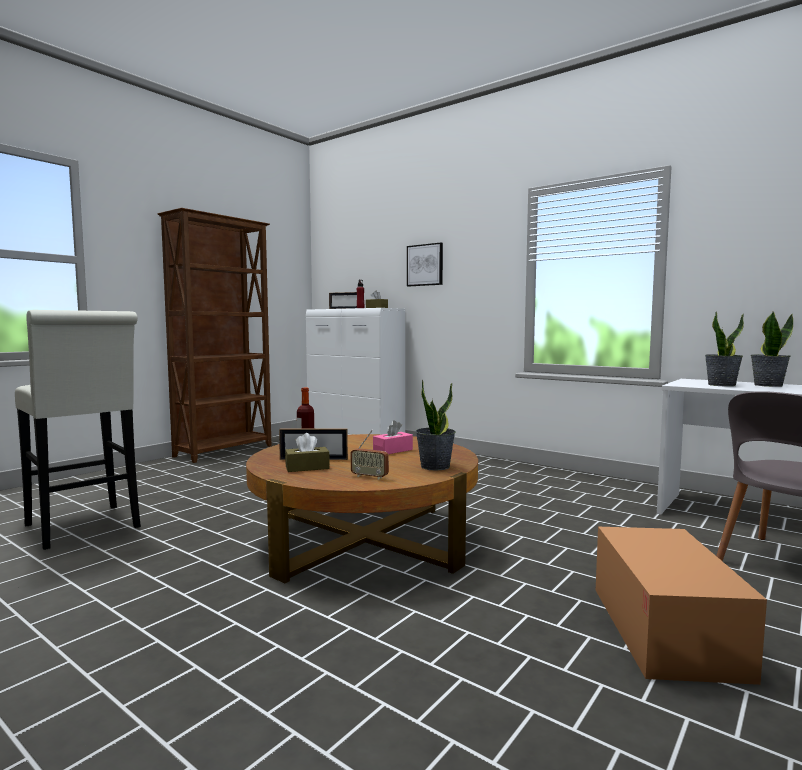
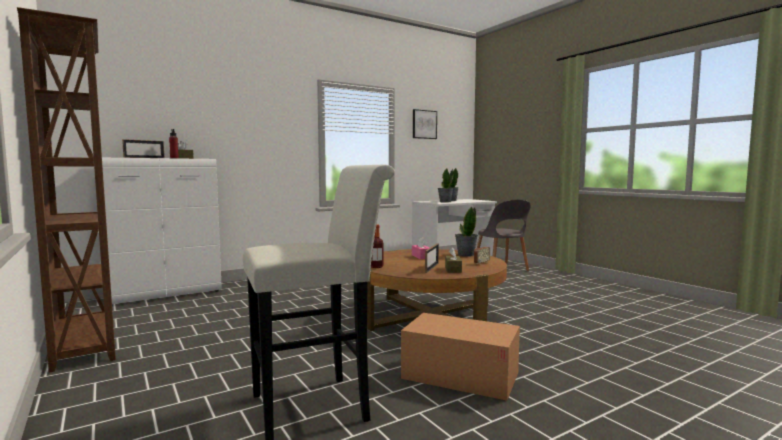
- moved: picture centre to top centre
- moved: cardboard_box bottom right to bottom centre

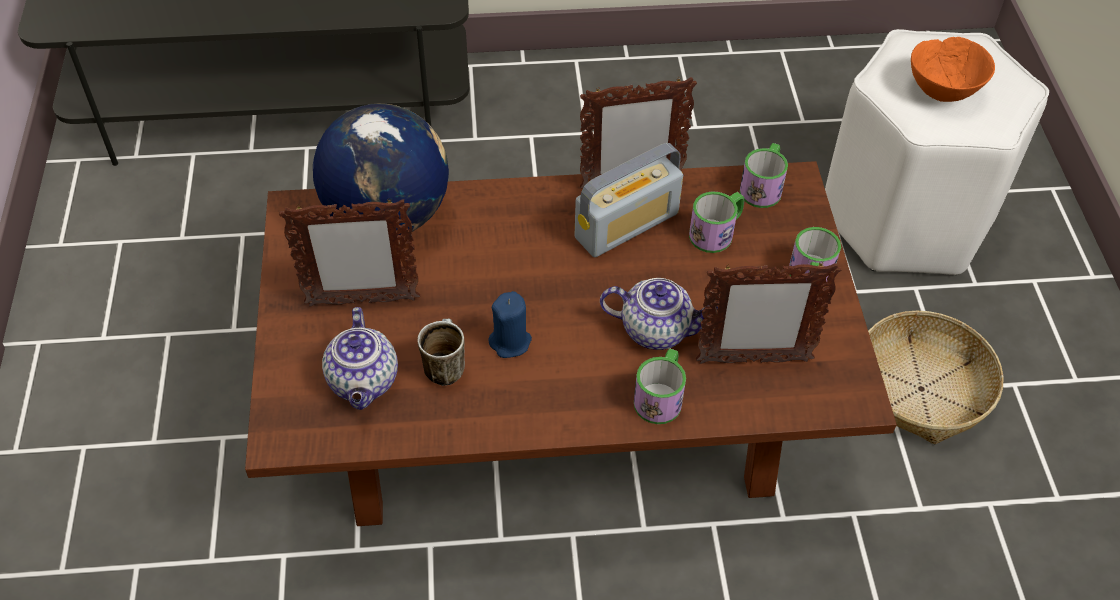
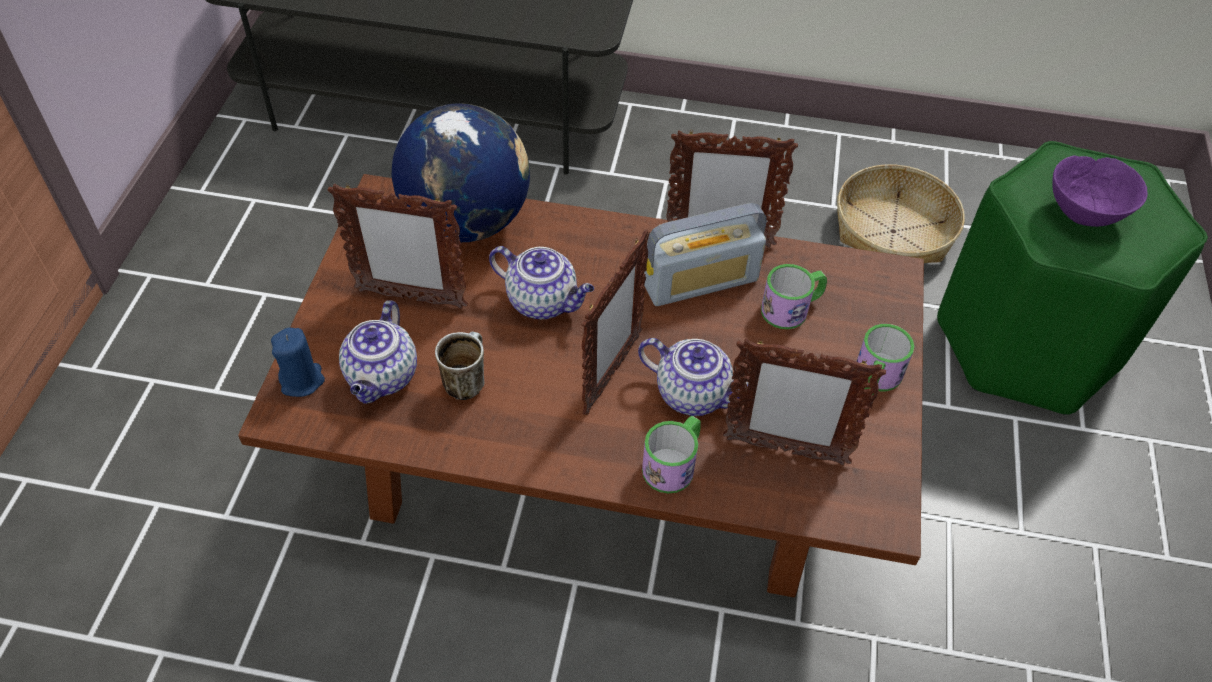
- removed: mug (4th from left) top right
- added: teapot (2nd from left) centre
- added: picture_frame (2nd from left) centre
- moved: blue_candle centre to middle left
- moved: basket middle right to top right
- recoloured: white_stool top right to green_stool middle right
- recoloured: orange_bowl top right to purple_bowl top right

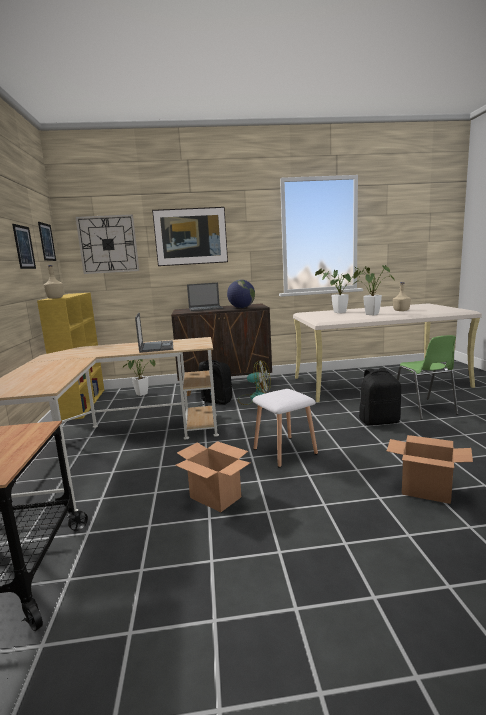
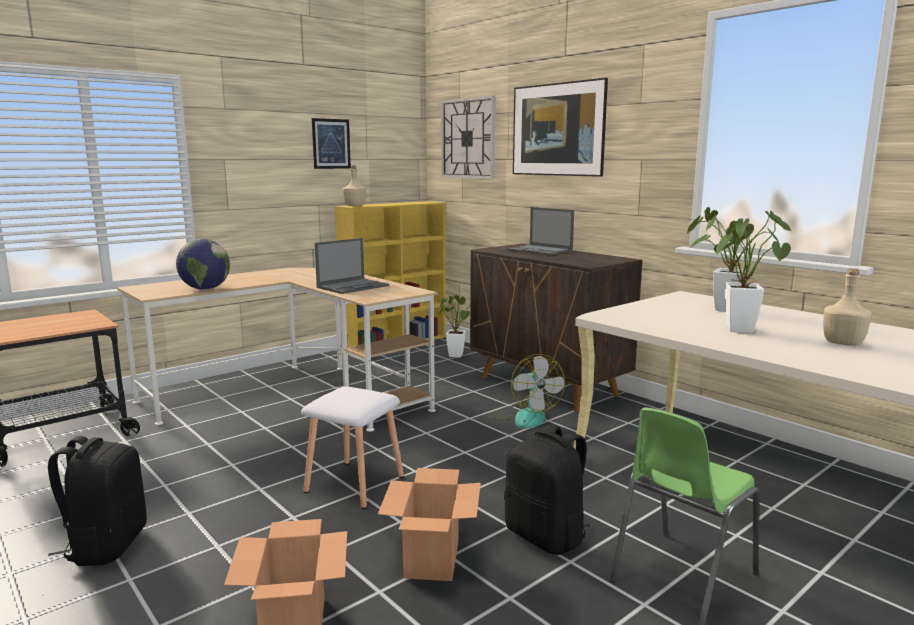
- removed: picture (2nd from left) middle left
- moved: cardboard_box (1st from left in the first image) centre to cardboard_box (2nd from left) bottom centre
- moved: black_backpack (1st from left) centre to bottom left
- moved: globe centre to middle left

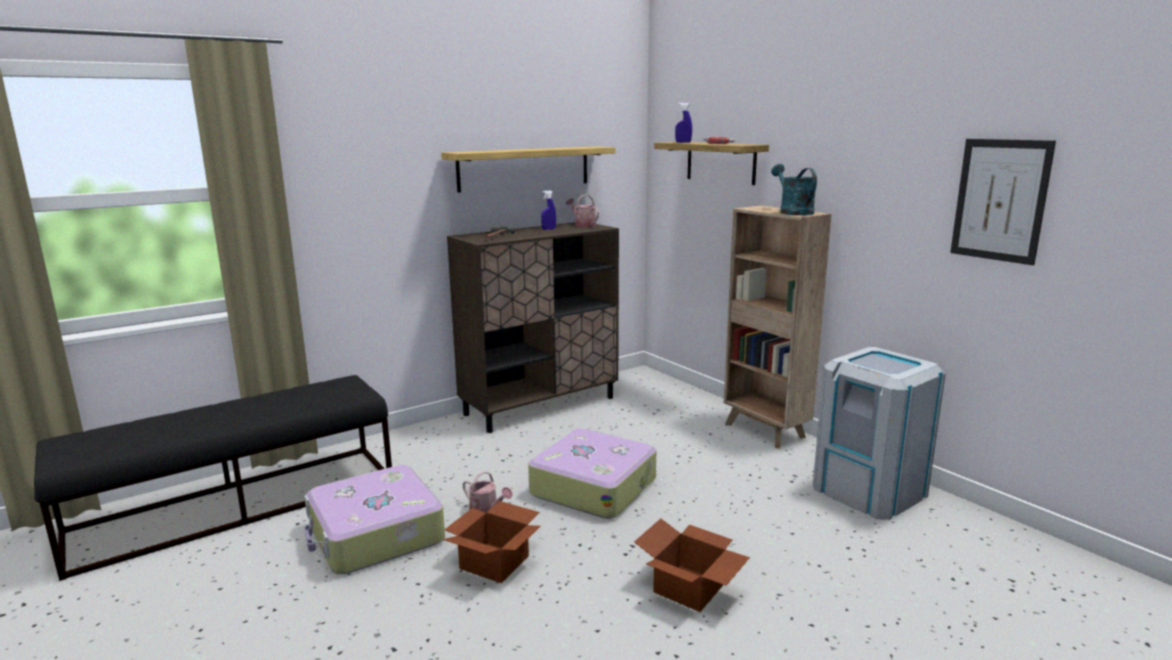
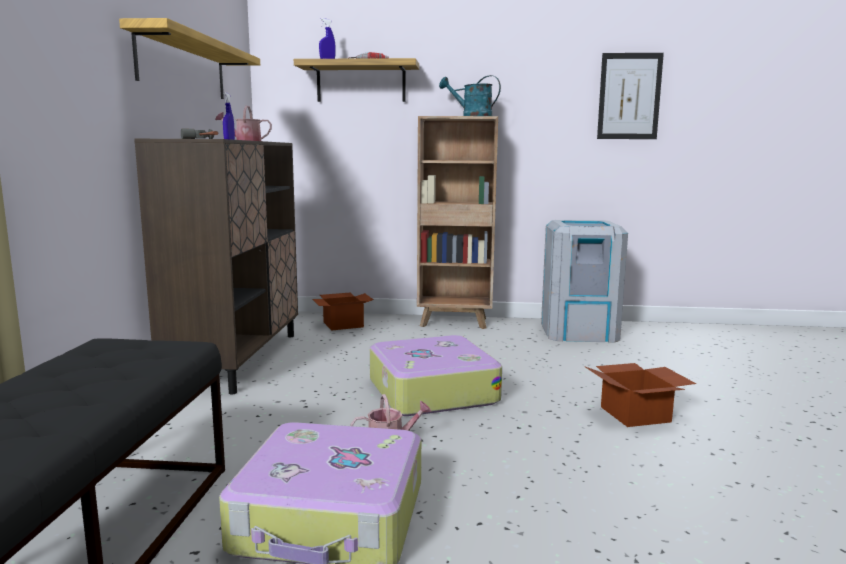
- moved: cardboard_box (1st from left) bottom centre to centre

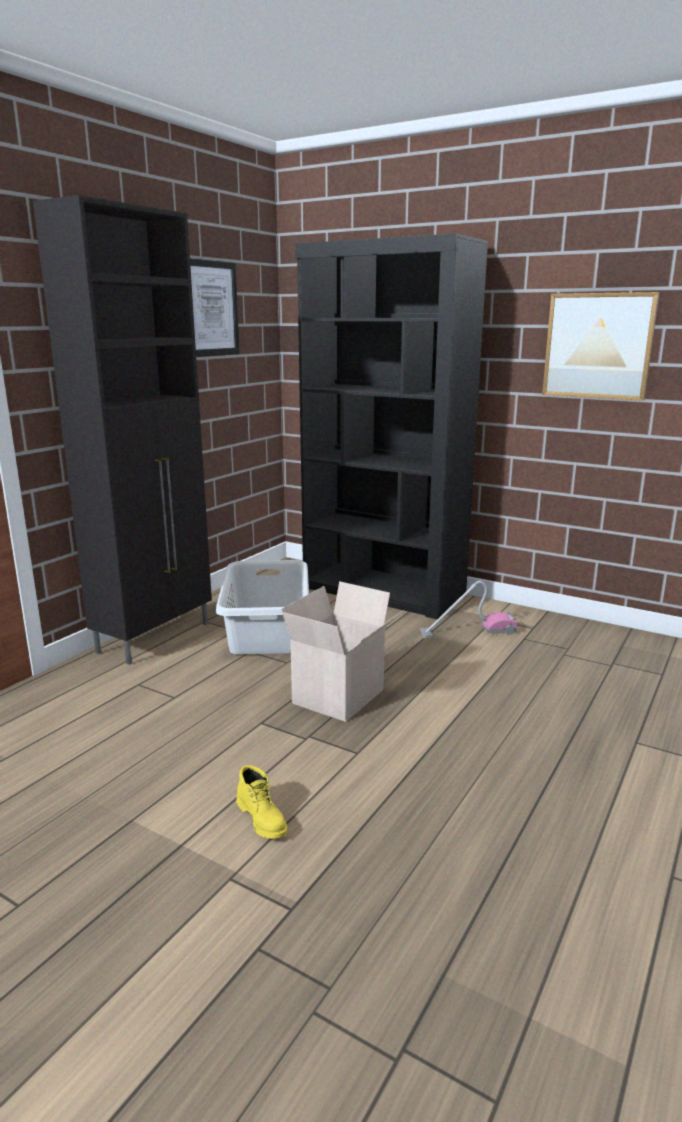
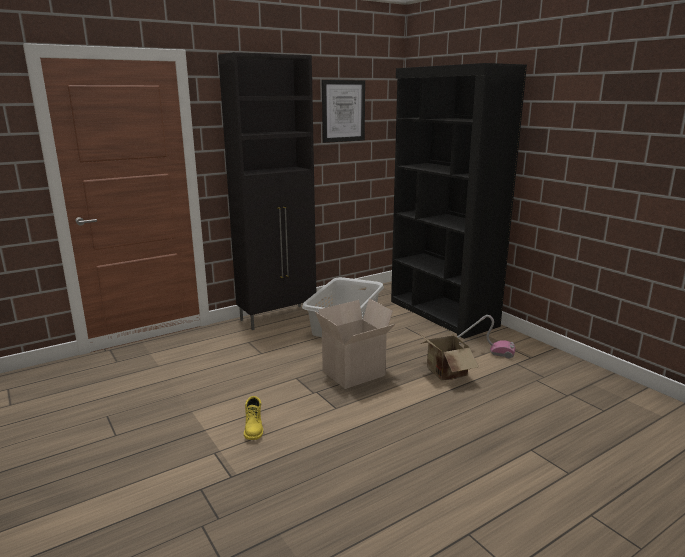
- removed: picture (2nd from left) top right
- added: cardboard_box (2nd from left) centre

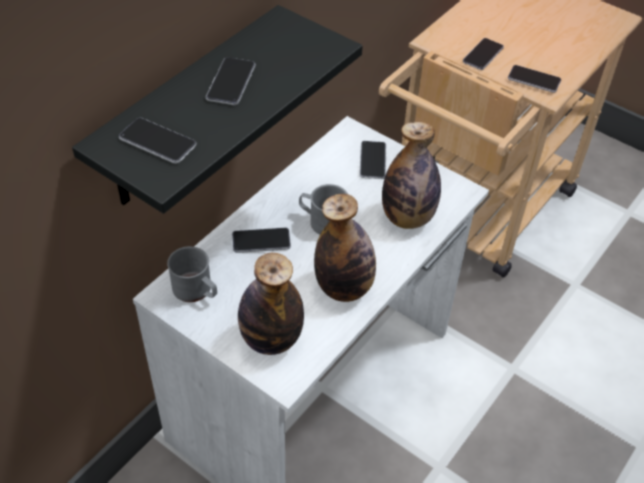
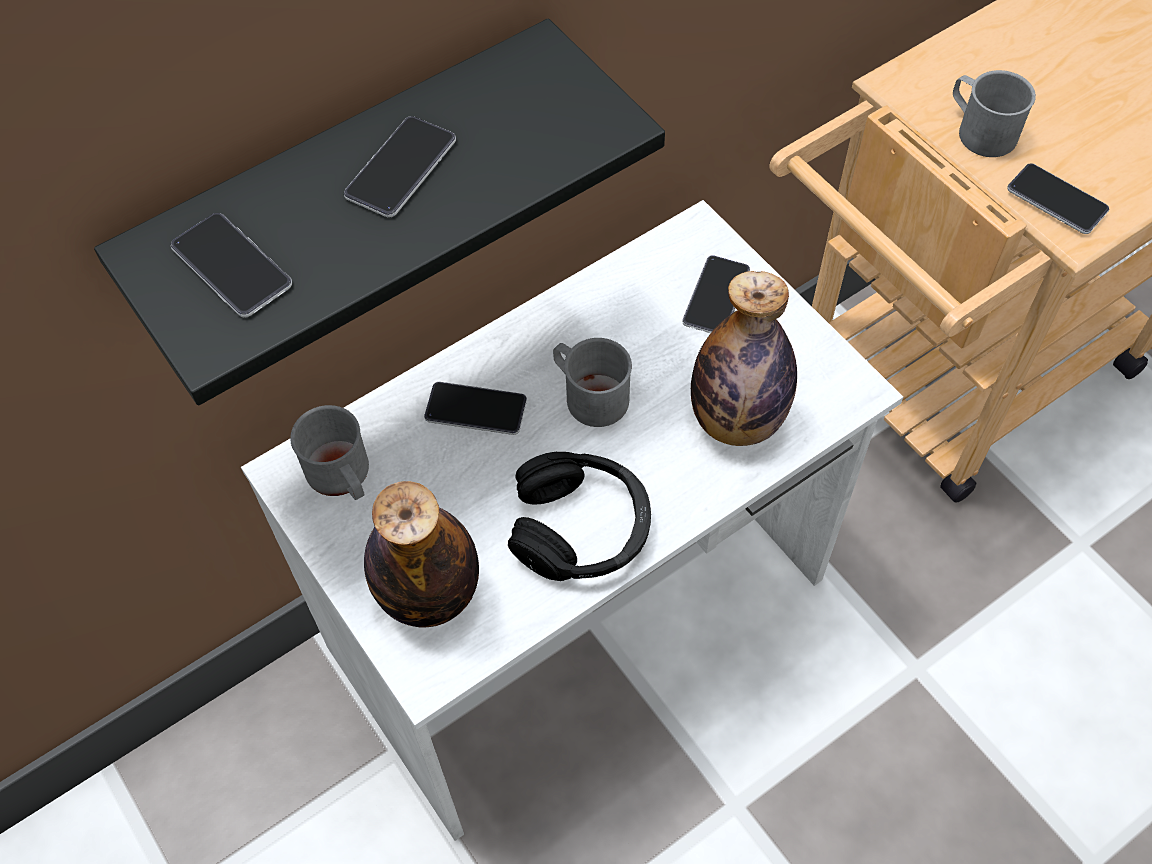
- replaced: bottle (2nd from left) centre to black_headphones centre
- replaced: phone (5th from left) top right to grey_mug (3rd from left) top right

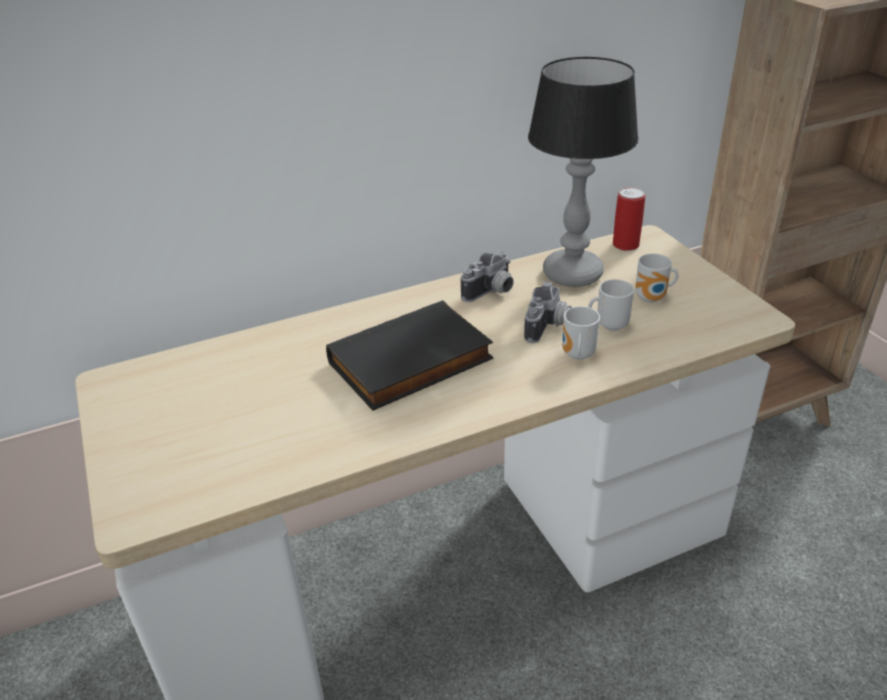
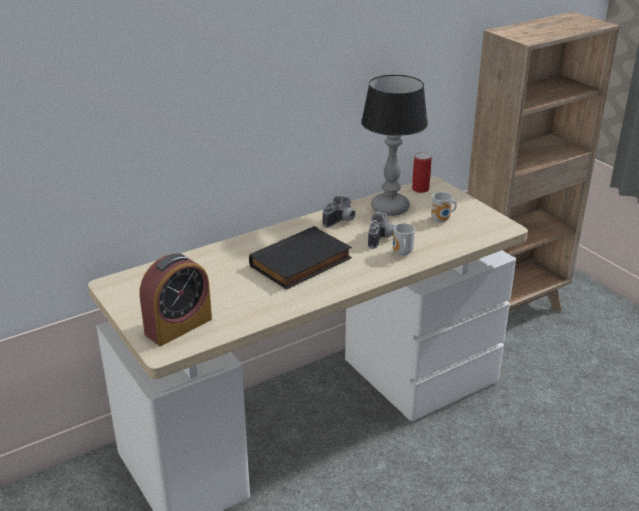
- removed: mug (2nd from left) middle right
- added: alarm_clock middle left

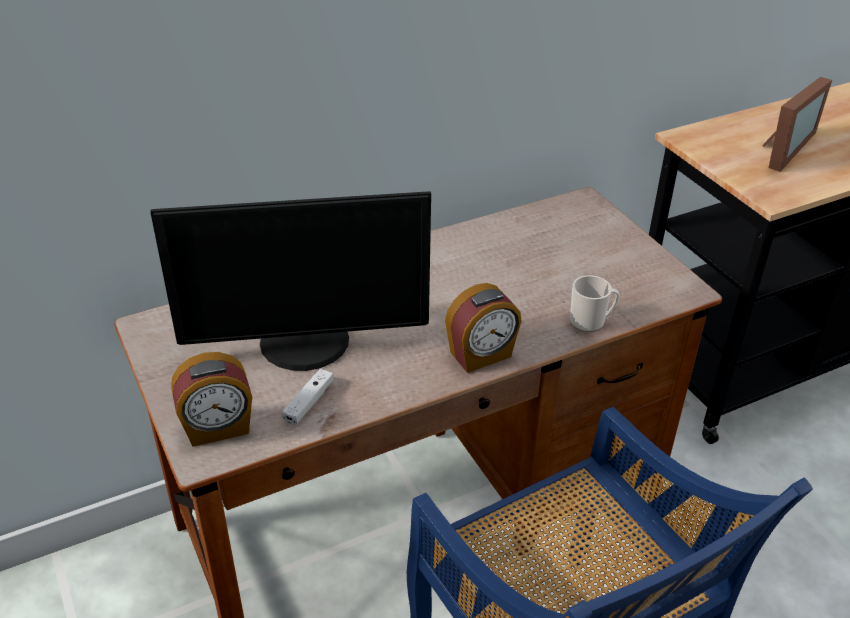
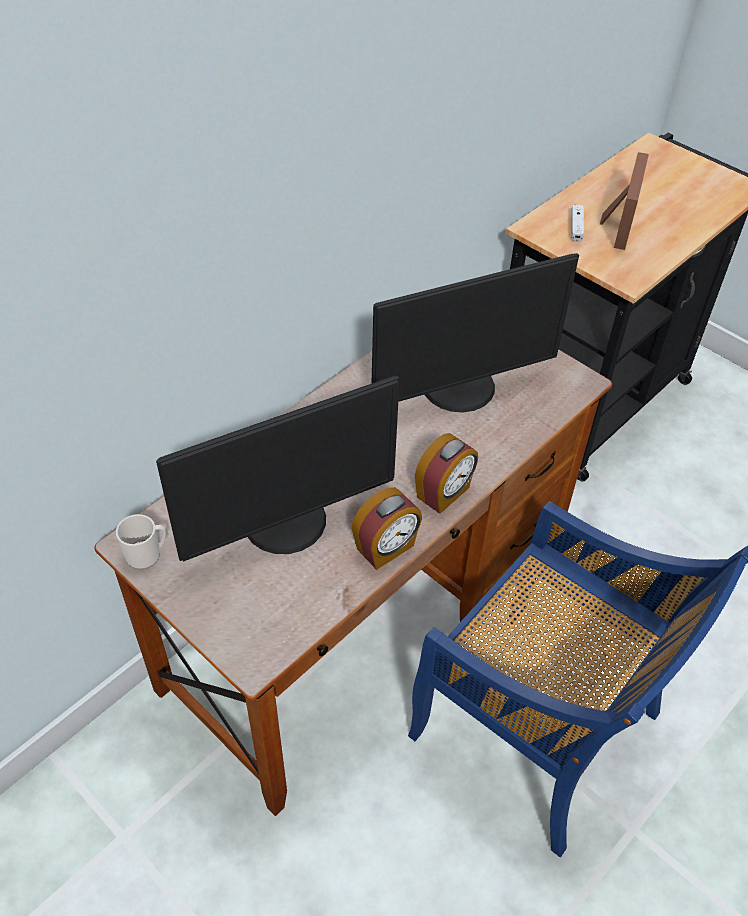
- added: monitor (2nd from left) centre
- moved: alarm_clock (1st from left) middle left to centre
- moved: white_game_controller centre to top right
- moved: mug middle right to middle left

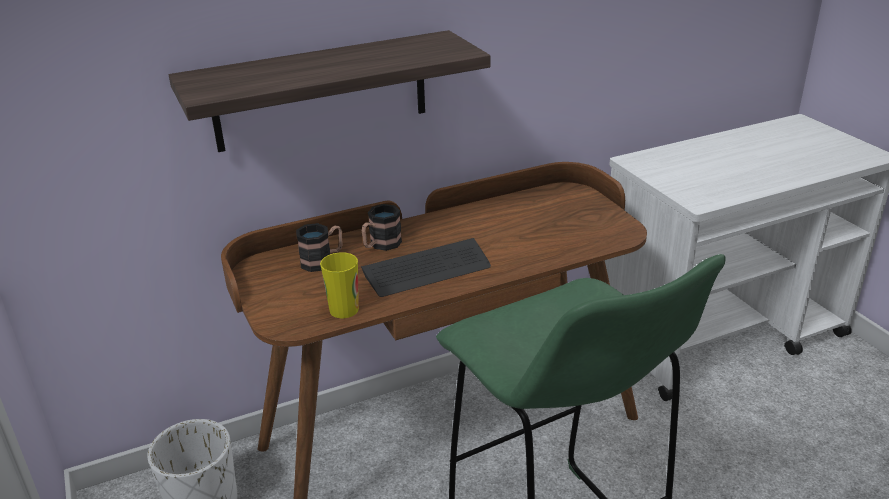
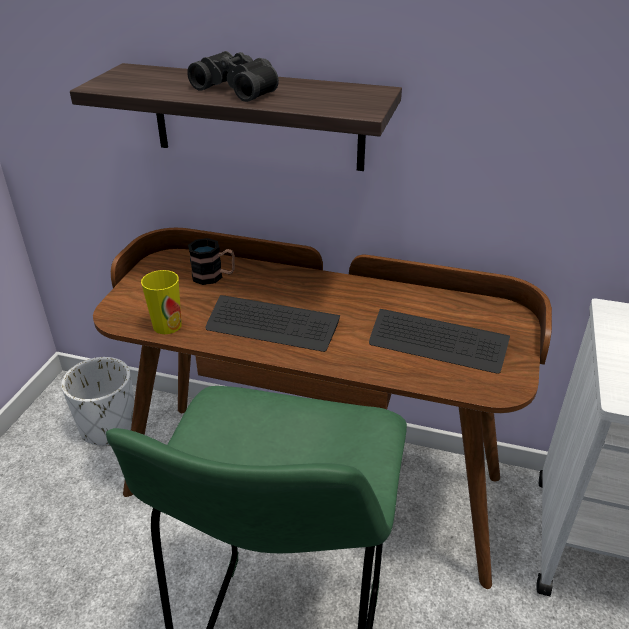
- removed: mug (2nd from left) centre
- added: black_binoculars top centre
- added: keyboard (2nd from left) middle right

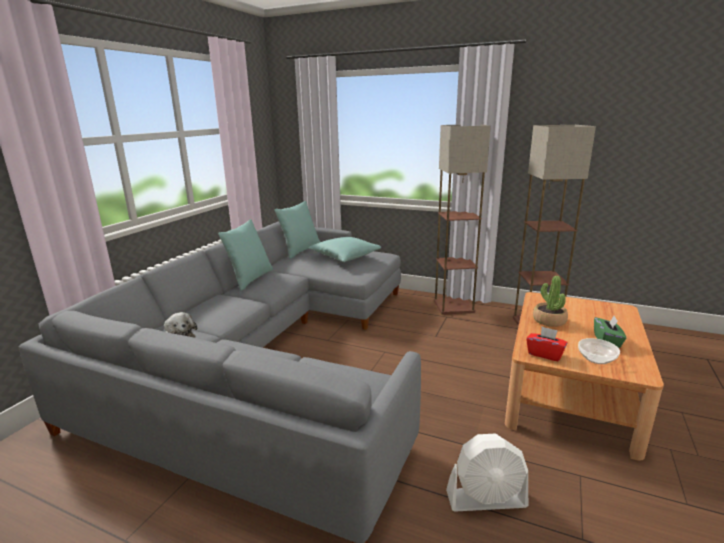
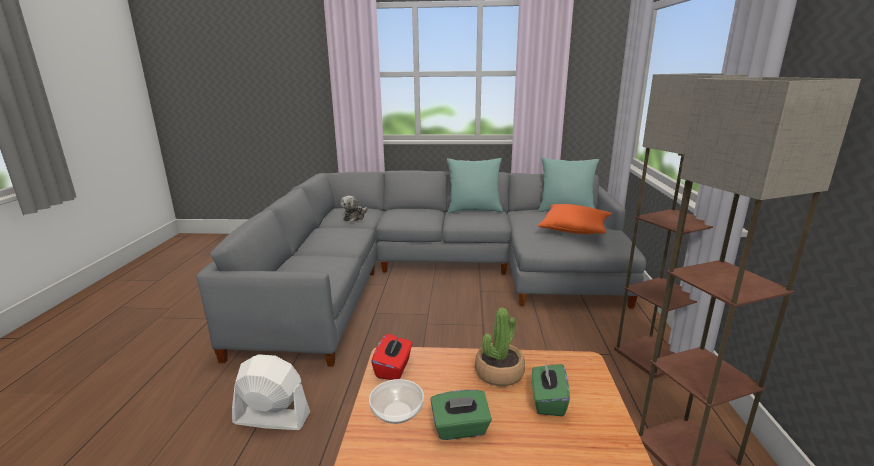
- added: green_tissue_box (2nd from left) bottom centre
- recoloured: turquoise_pillow (3rd from left) centre to orange_pillow centre
- turned: white_fan bottom right = bottom left 120 degrees clockwise

